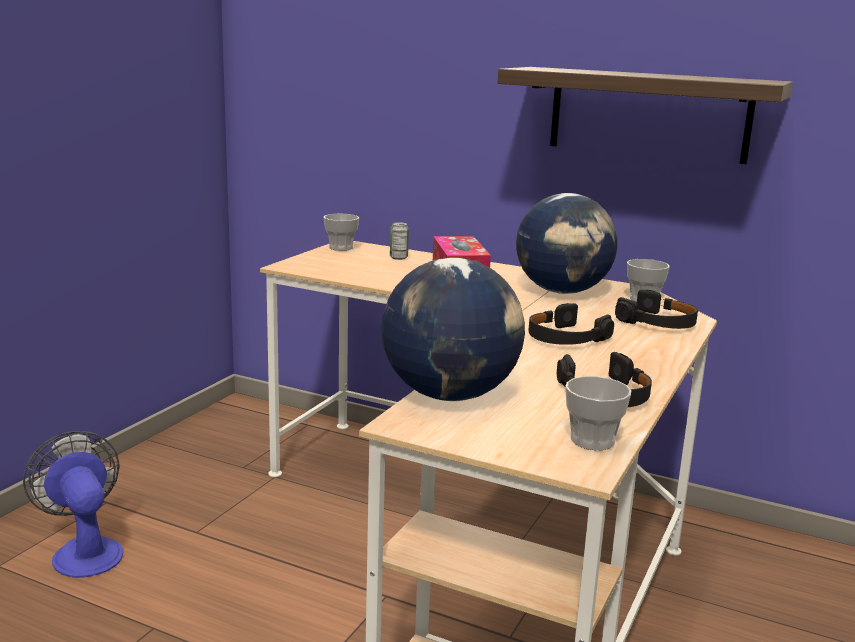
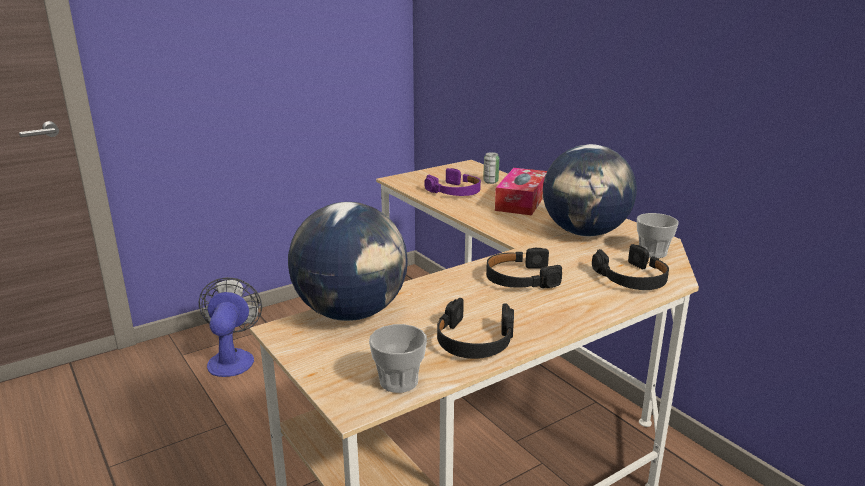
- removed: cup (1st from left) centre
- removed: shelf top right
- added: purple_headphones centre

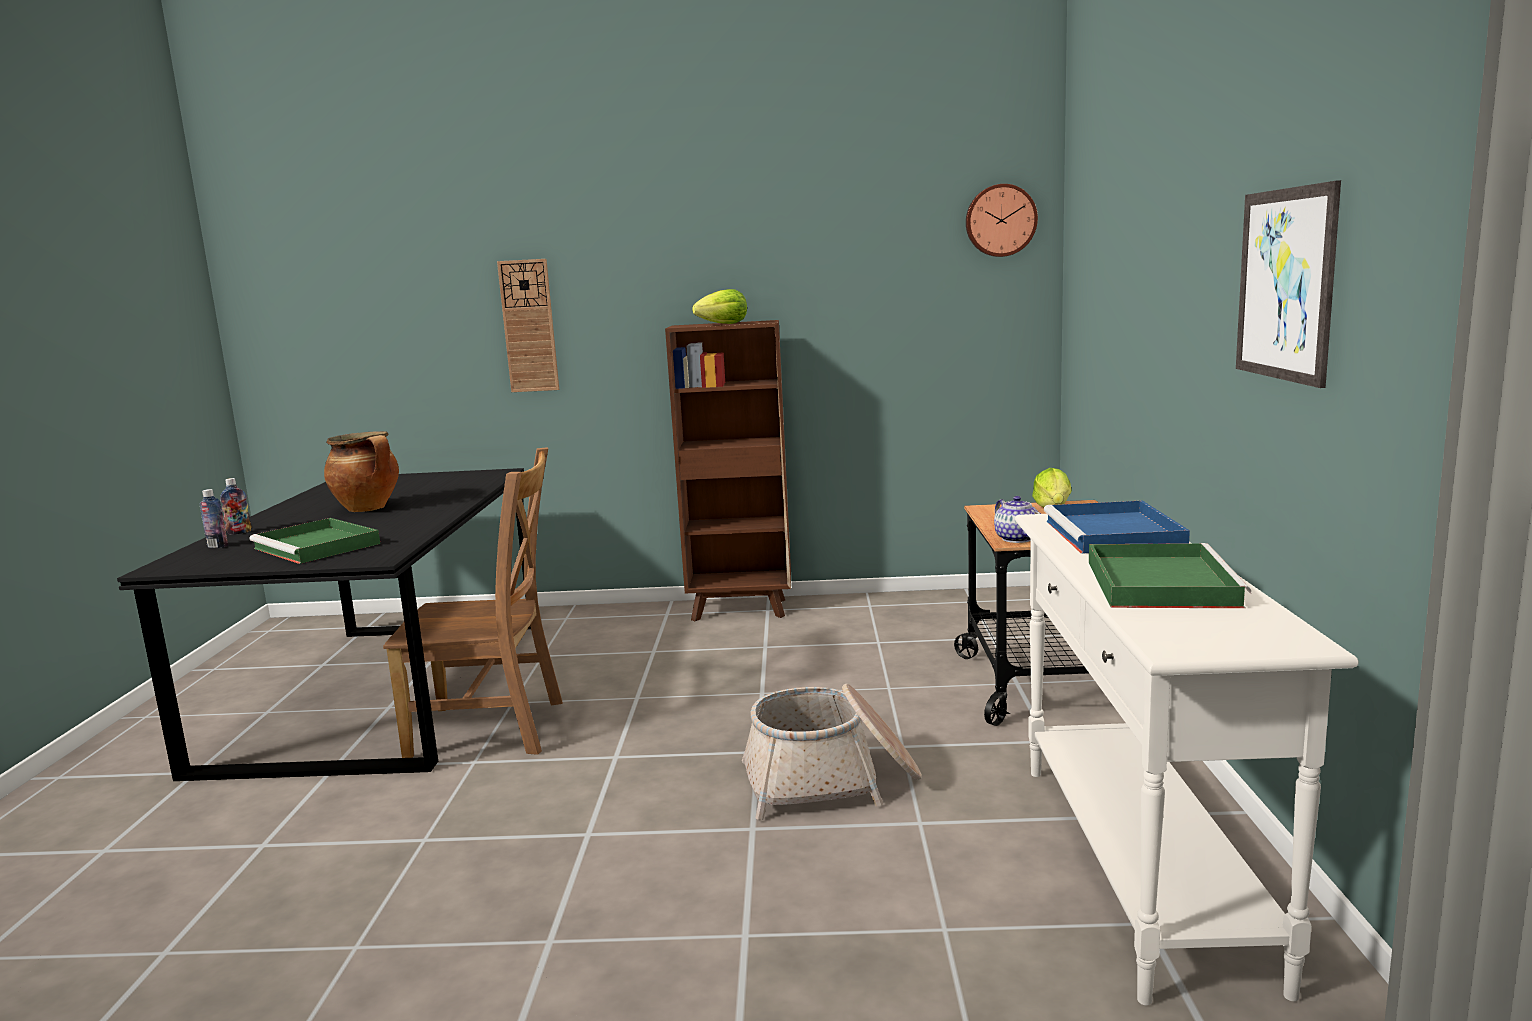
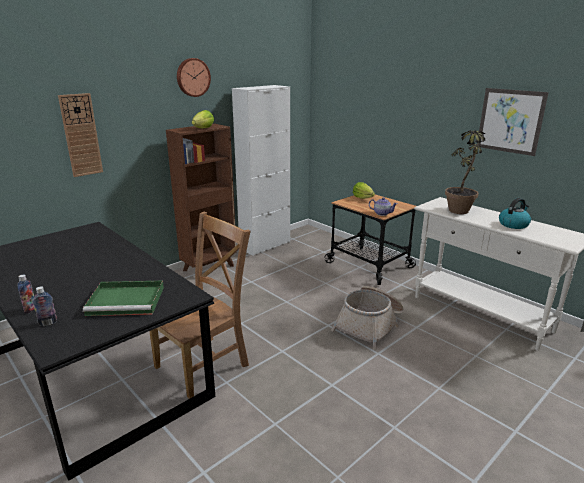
- removed: cooking_pot middle left
- added: white_cabinet centre
- moved: wall_clock (2nd from left) top centre to top left
- replaced: blue_tray middle right to potted_plant middle right
- replaced: green_tray (2nd from left) middle right to kettle middle right

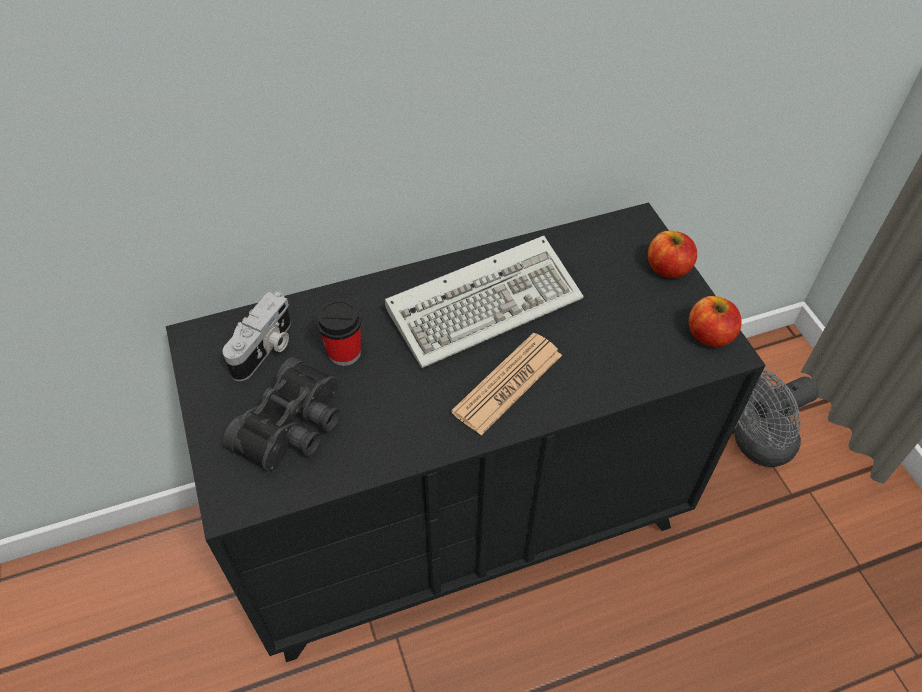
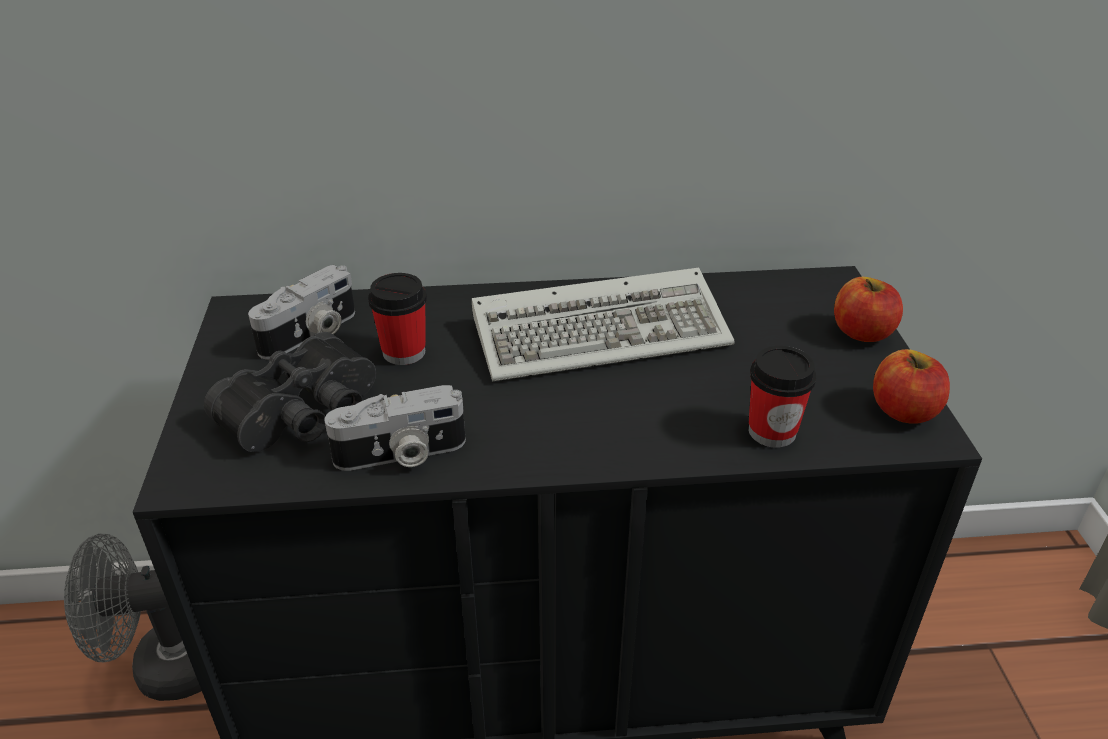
- removed: newspaper centre
- added: photo_camera (2nd from left) centre
- added: cup (2nd from left) middle right
- moved: grey_fan middle right to bottom left

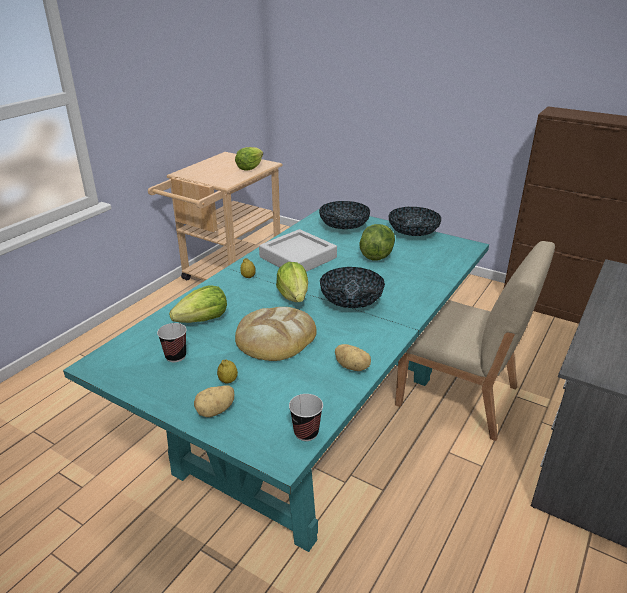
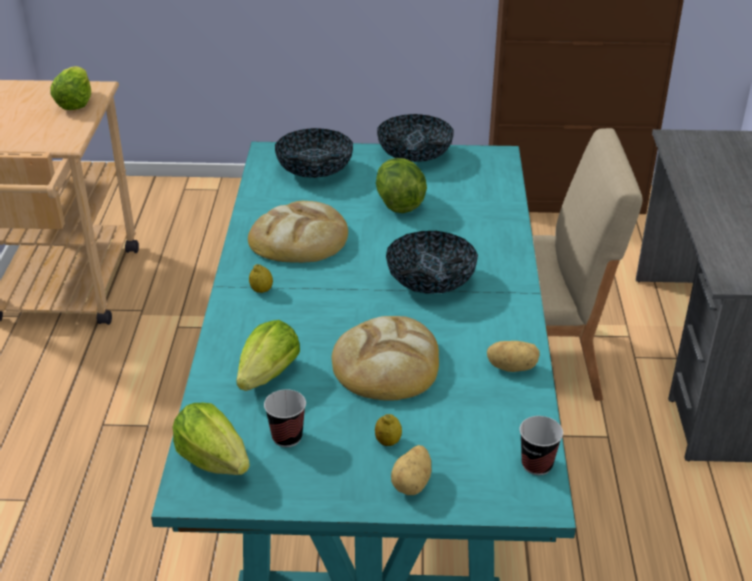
- moved: lettuce (3rd from left in the first image) centre to lettuce (2nd from left) bottom left
- replaced: grey_tray centre to bread (1st from left) centre

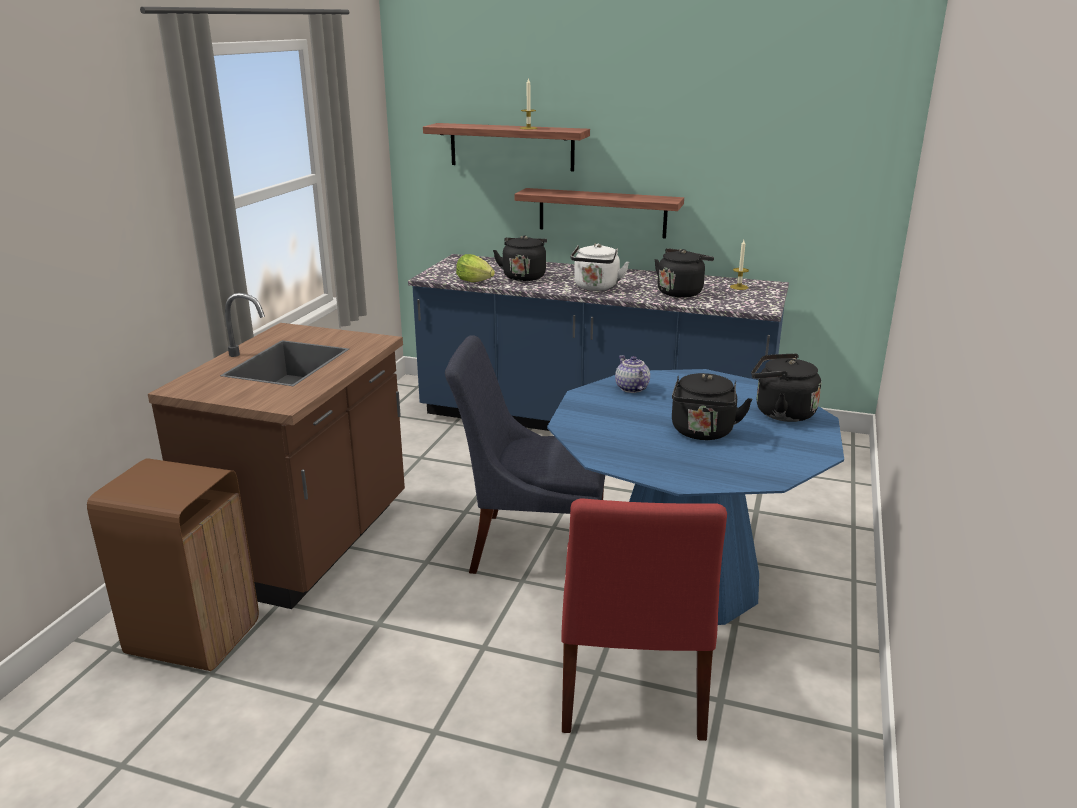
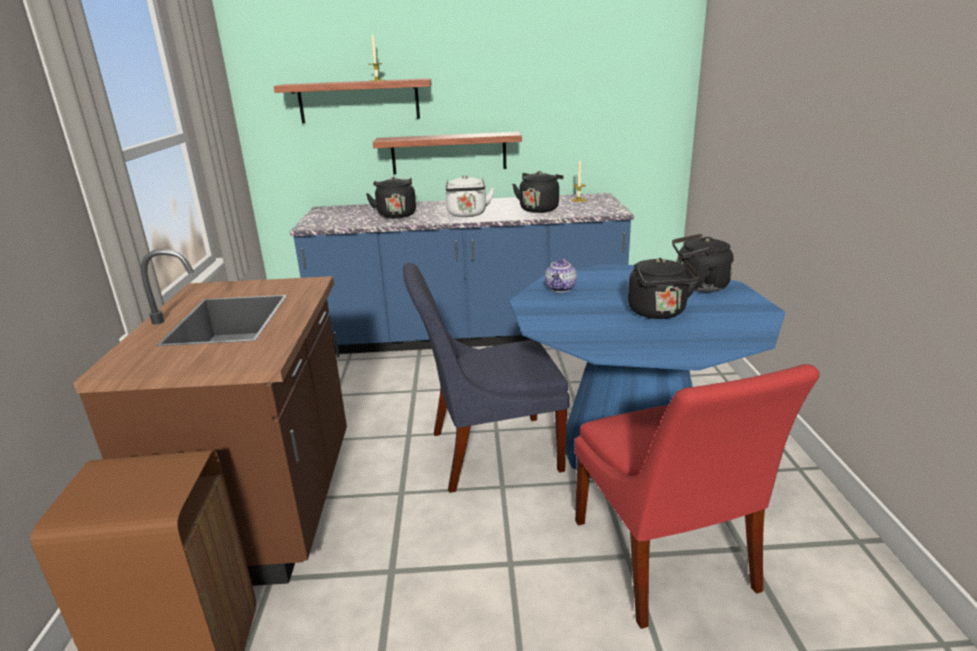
- removed: lettuce top centre
- turned: teapot centre = centre 120 degrees counterclockwise

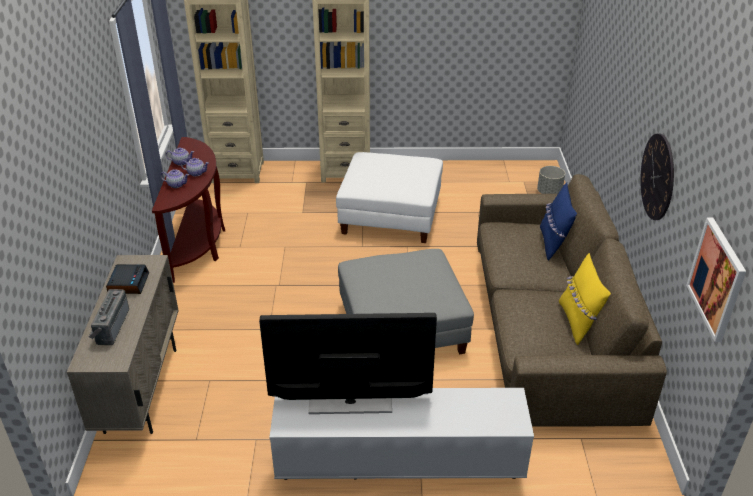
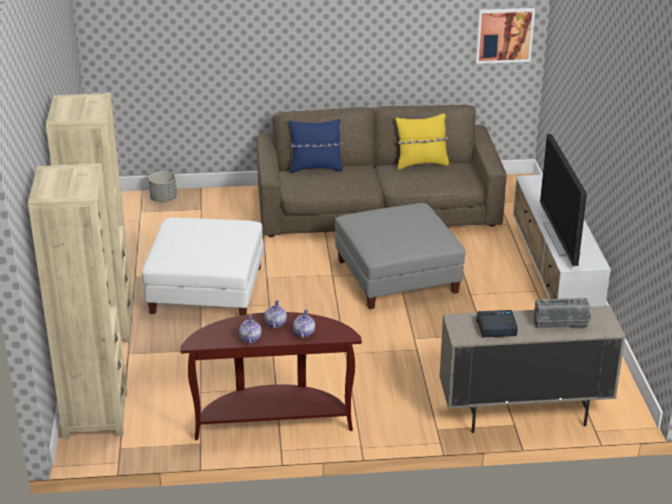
- removed: wall_clock middle right

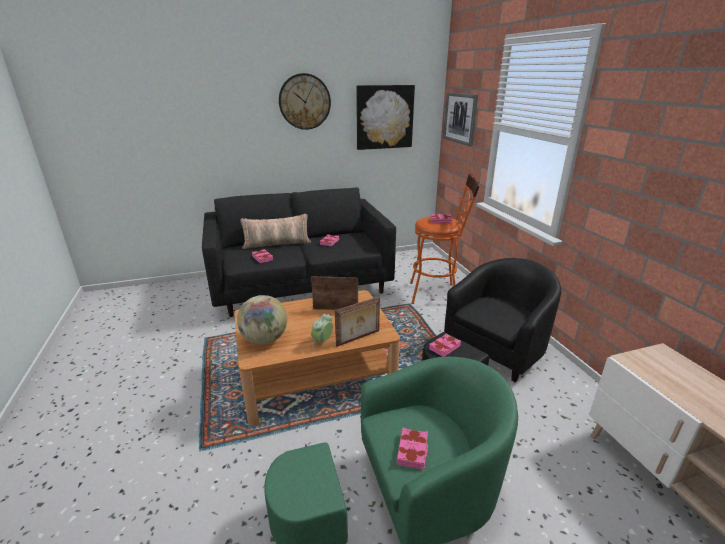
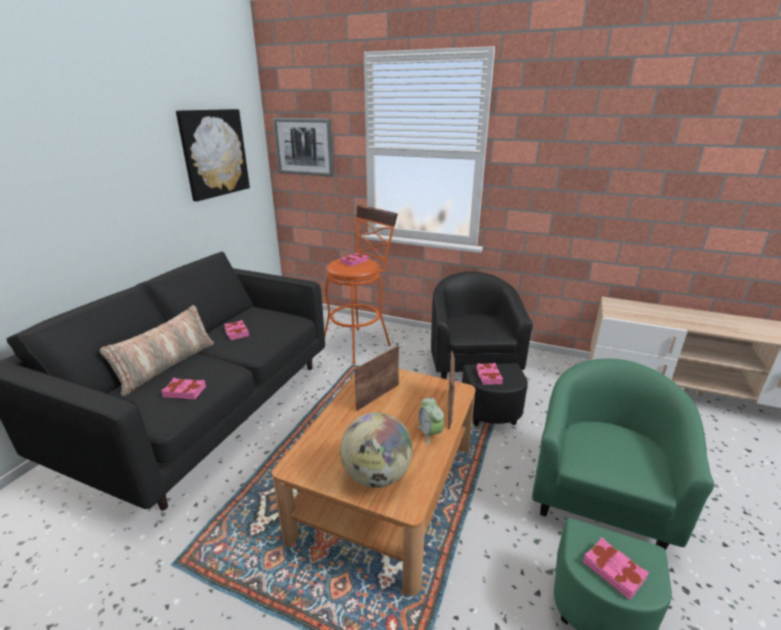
- removed: wall_clock top centre
- moved: pink_book (3rd from left in the first image) bottom centre to pink_book (5th from left) bottom right

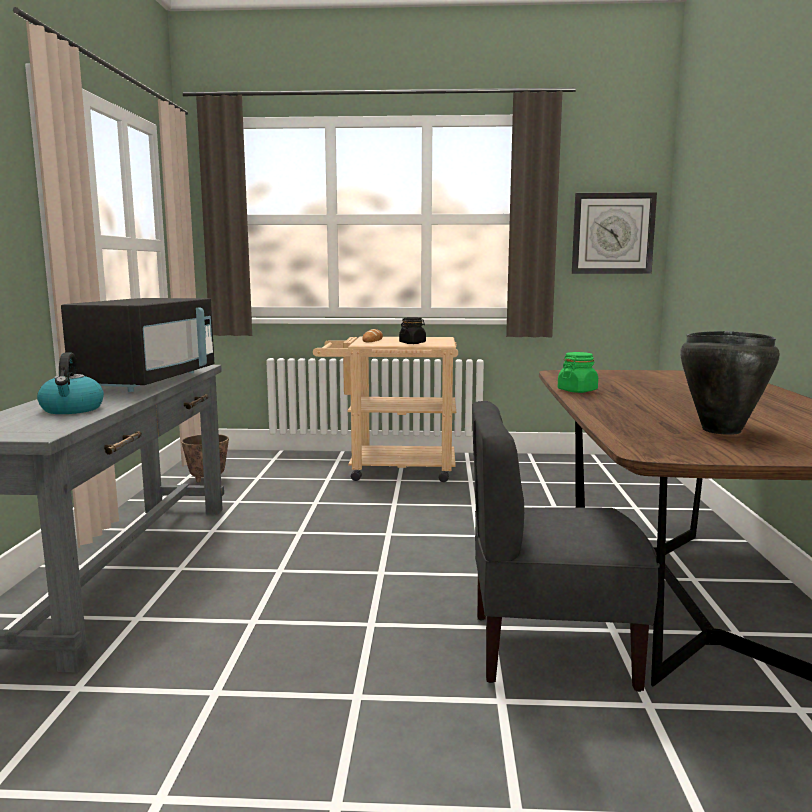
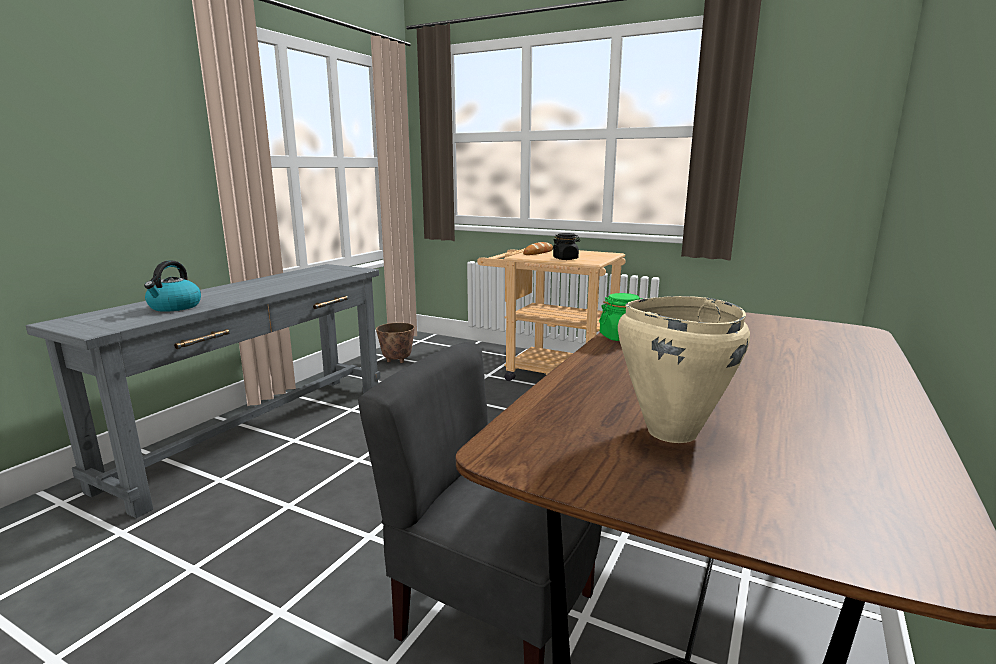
- removed: black_microwave middle left
- removed: wall_clock top right
- recoloured: black_cooking_pot middle right to beige_cooking_pot middle right

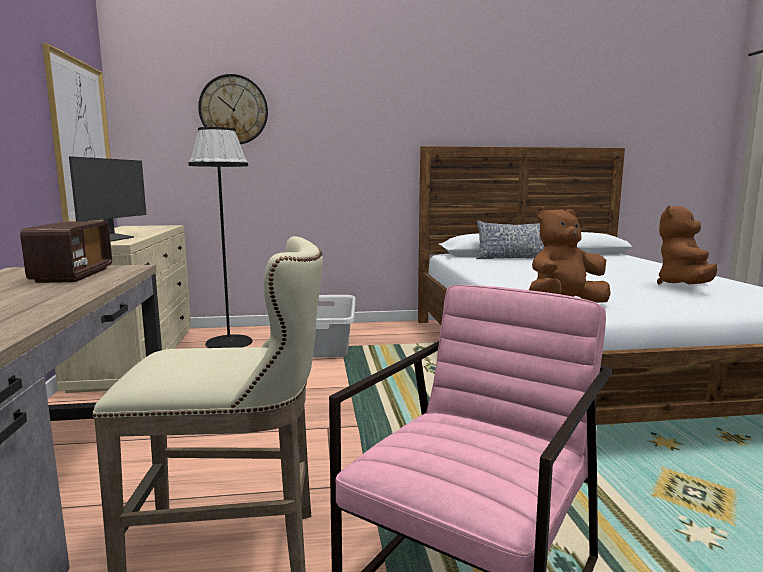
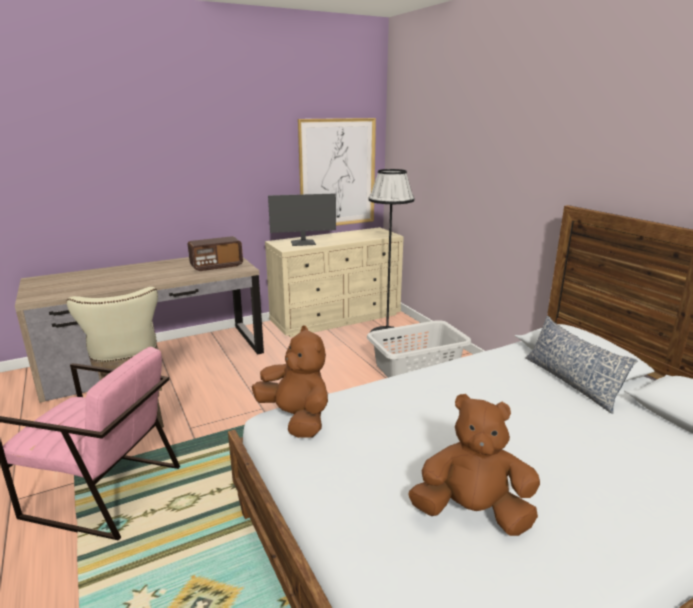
- removed: wall_clock top left

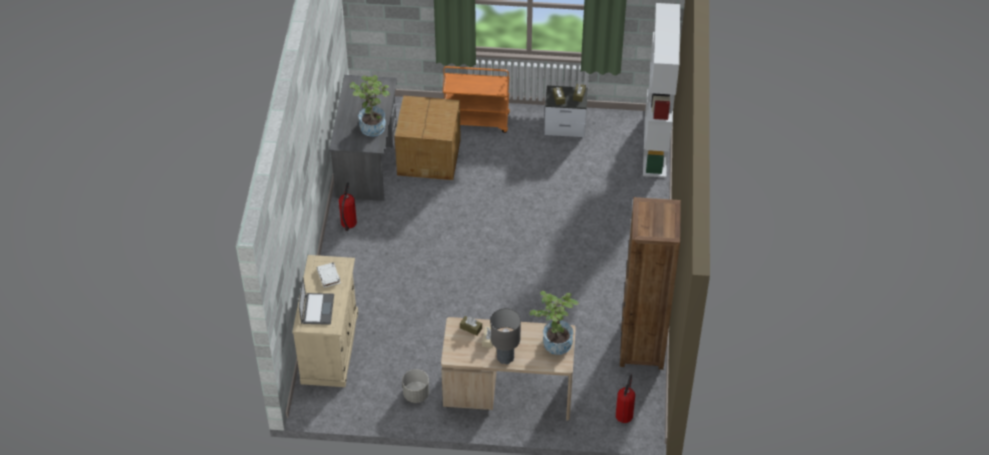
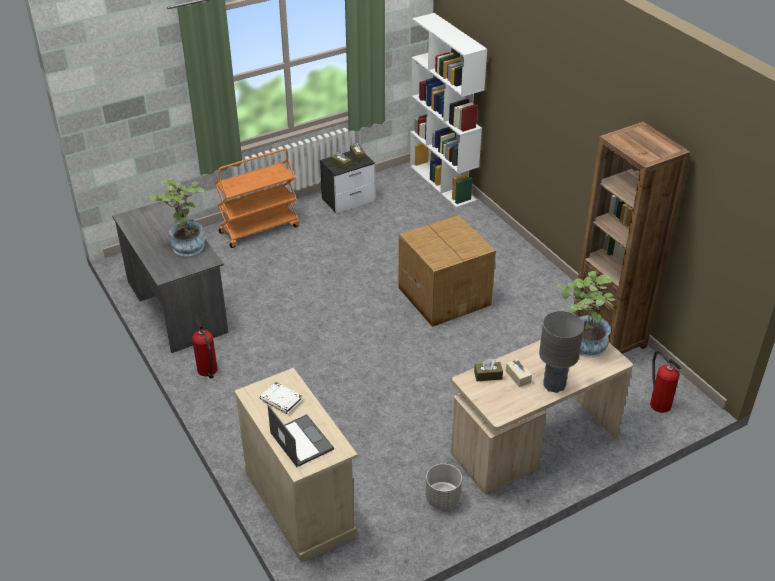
- moved: cardboard_box top centre to centre

